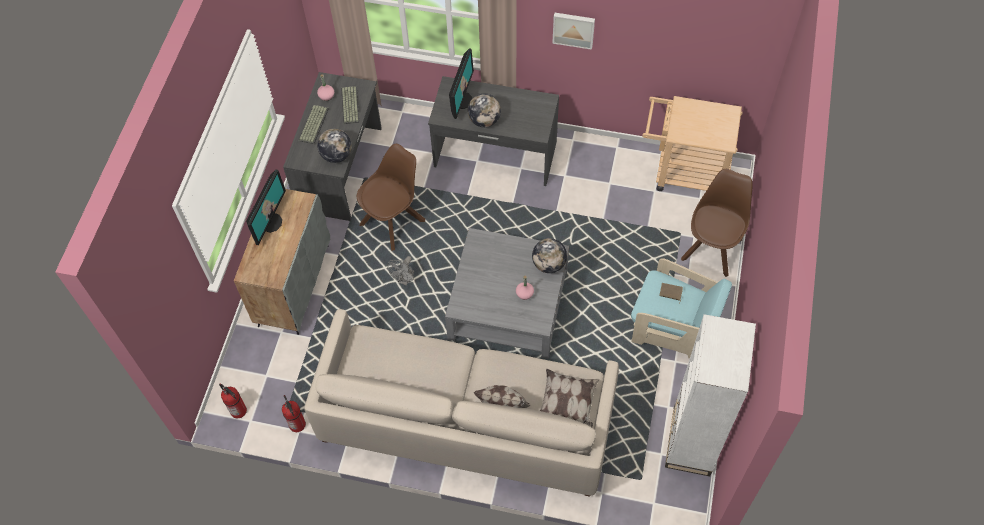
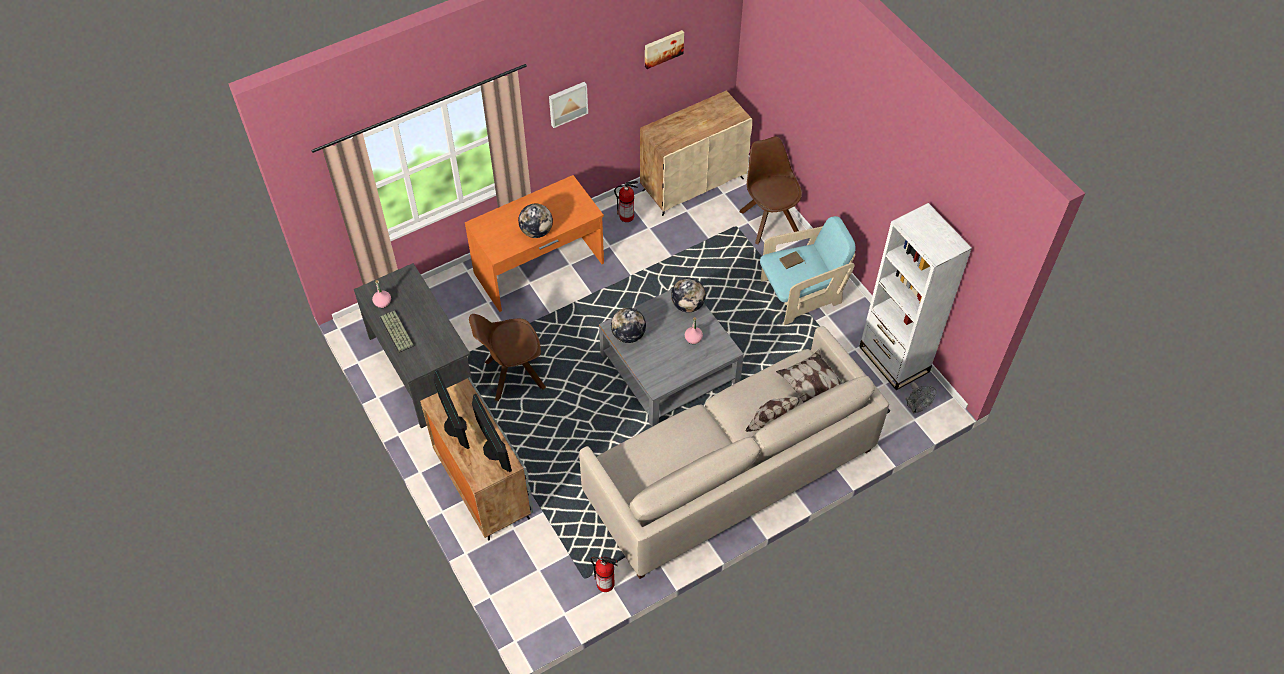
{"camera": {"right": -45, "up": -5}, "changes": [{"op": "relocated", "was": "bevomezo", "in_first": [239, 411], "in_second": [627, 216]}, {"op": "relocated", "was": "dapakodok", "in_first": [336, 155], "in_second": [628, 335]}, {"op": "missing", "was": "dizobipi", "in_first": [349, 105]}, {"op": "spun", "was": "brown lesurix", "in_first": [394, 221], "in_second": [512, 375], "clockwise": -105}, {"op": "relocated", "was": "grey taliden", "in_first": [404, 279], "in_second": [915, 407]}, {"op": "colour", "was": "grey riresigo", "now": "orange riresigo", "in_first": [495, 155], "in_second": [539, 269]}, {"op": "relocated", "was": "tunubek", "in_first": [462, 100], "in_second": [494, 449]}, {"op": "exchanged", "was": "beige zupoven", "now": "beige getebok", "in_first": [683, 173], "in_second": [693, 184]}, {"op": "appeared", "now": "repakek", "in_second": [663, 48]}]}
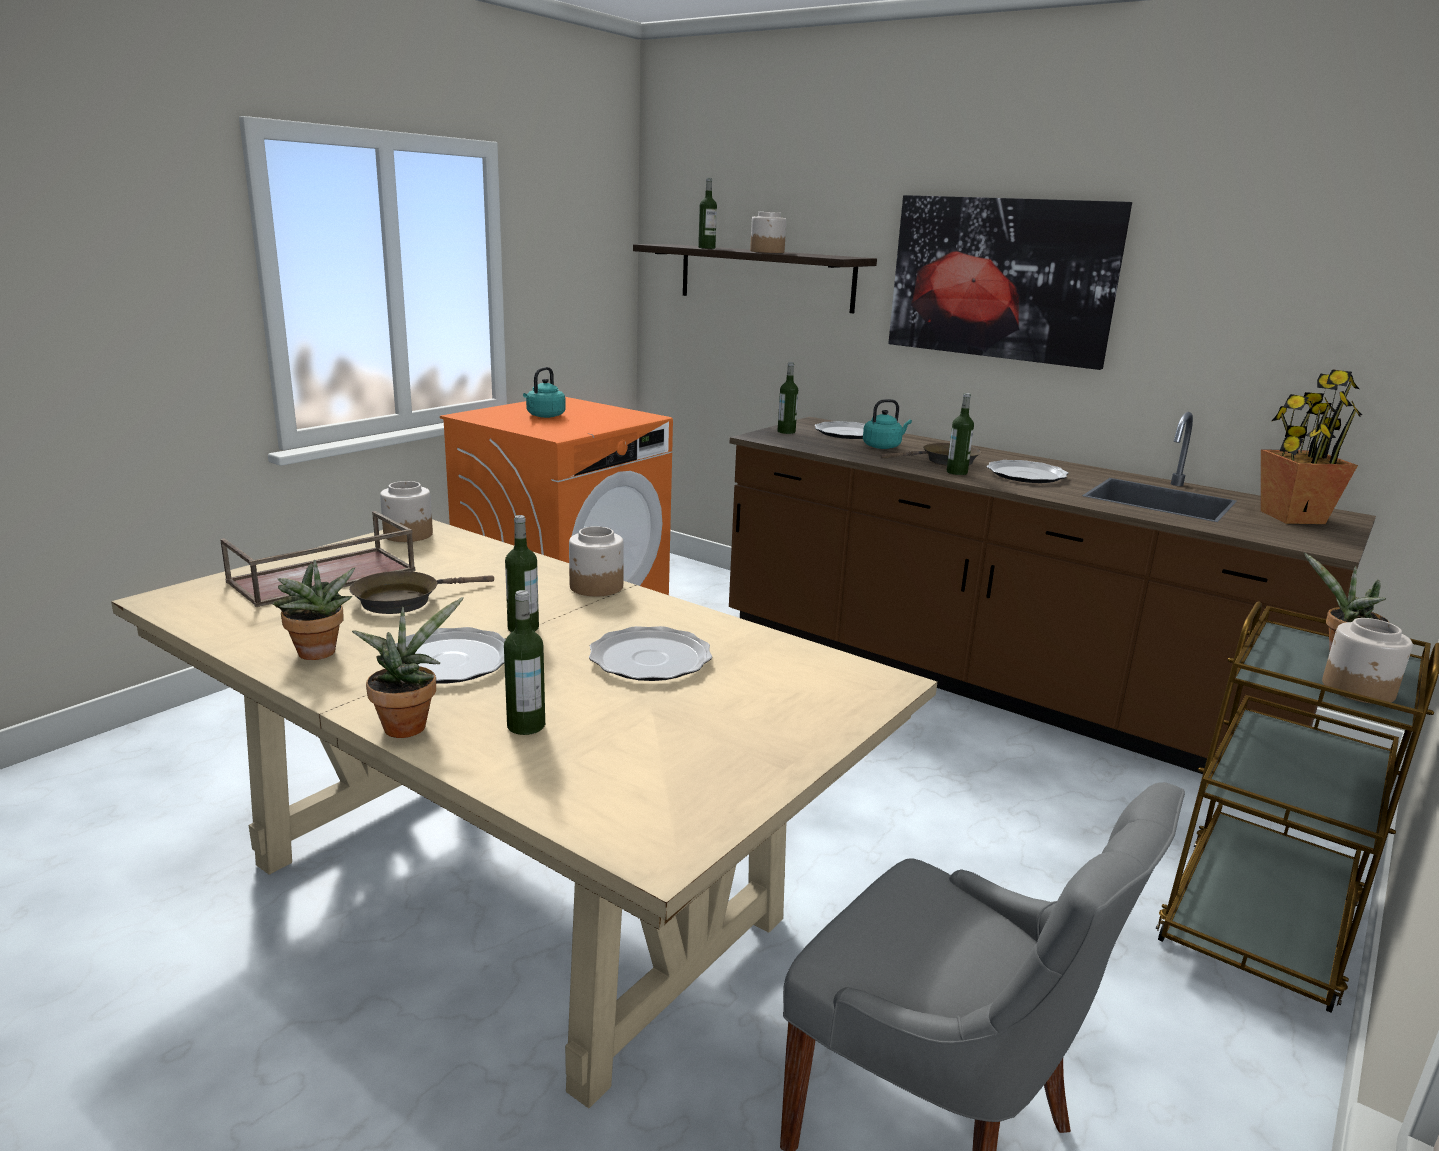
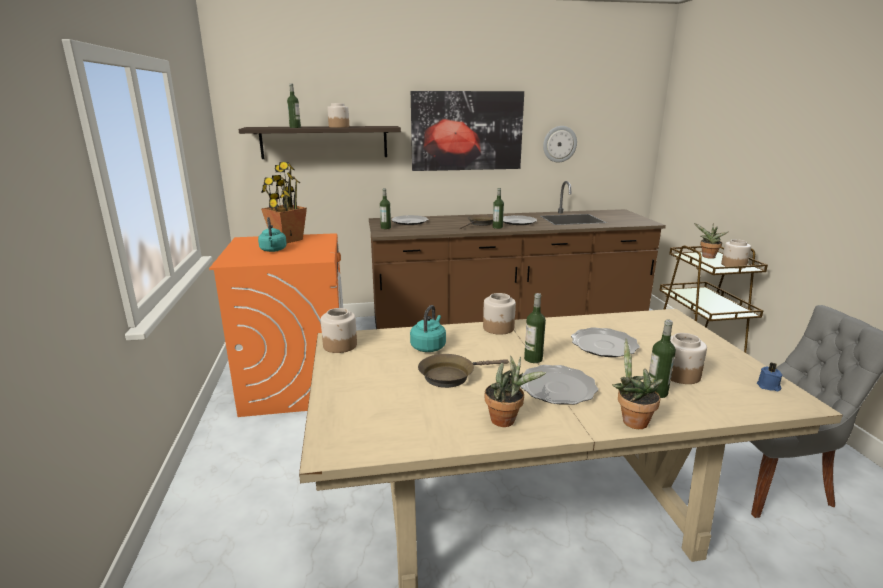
{"camera": {"right": -45, "up": 0}, "changes": [{"op": "missing", "was": "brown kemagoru", "in_first": [322, 577]}, {"op": "spun", "was": "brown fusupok", "in_first": [403, 600], "in_second": [451, 375], "clockwise": 60}, {"op": "relocated", "was": "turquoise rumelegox", "in_first": [883, 446], "in_second": [429, 346]}, {"op": "relocated", "was": "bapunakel", "in_first": [1291, 517], "in_second": [287, 240]}, {"op": "appeared", "now": "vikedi", "in_second": [559, 144]}, {"op": "appeared", "now": "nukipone", "in_second": [679, 375]}, {"op": "appeared", "now": "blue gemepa", "in_second": [768, 386]}]}
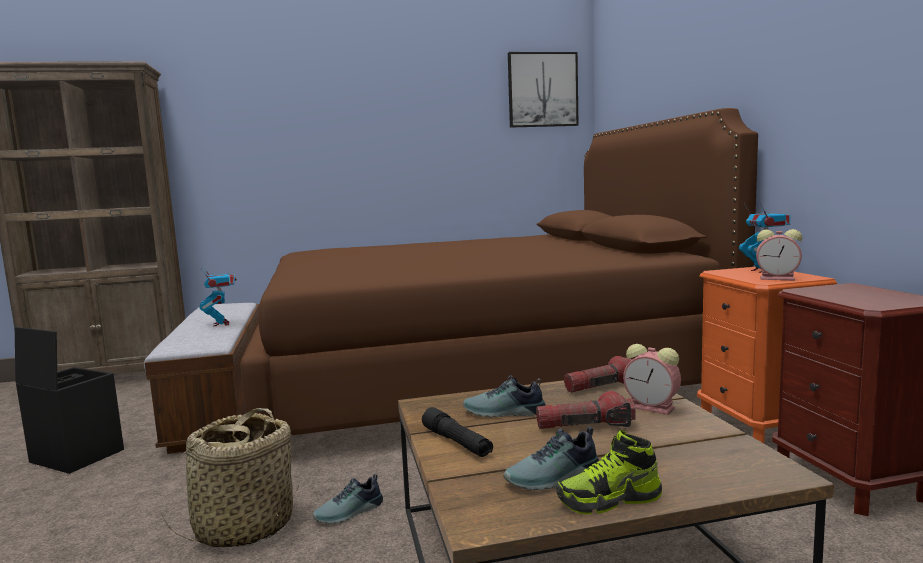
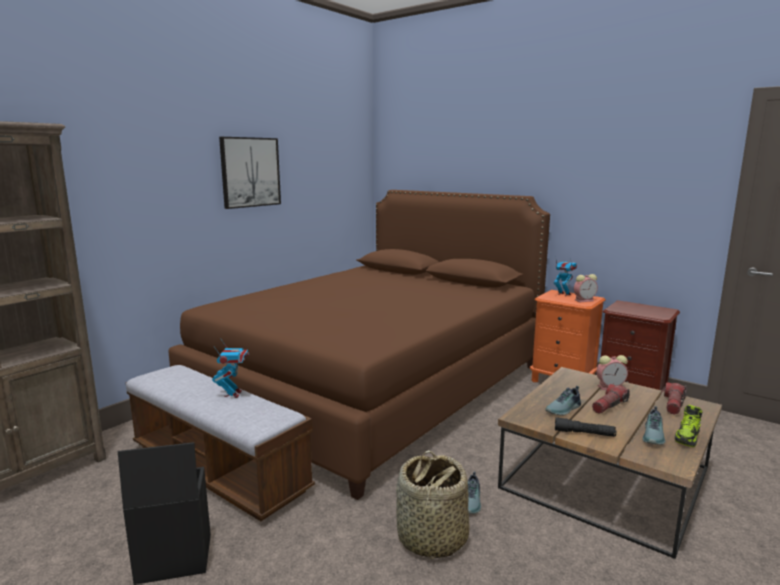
{"camera": {"right": -40, "up": 5}, "changes": [{"op": "spun", "was": "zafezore", "in_first": [221, 324], "in_second": [233, 394], "clockwise": 60}, {"op": "relocated", "was": "repakek", "in_first": [542, 90], "in_second": [250, 172]}, {"op": "relocated", "was": "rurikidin", "in_first": [603, 386], "in_second": [673, 404]}]}
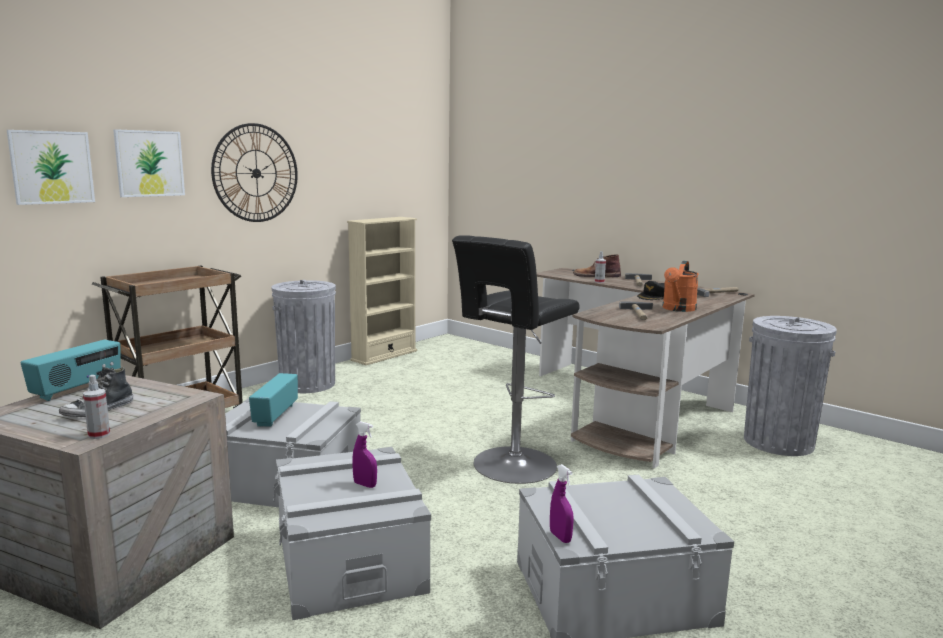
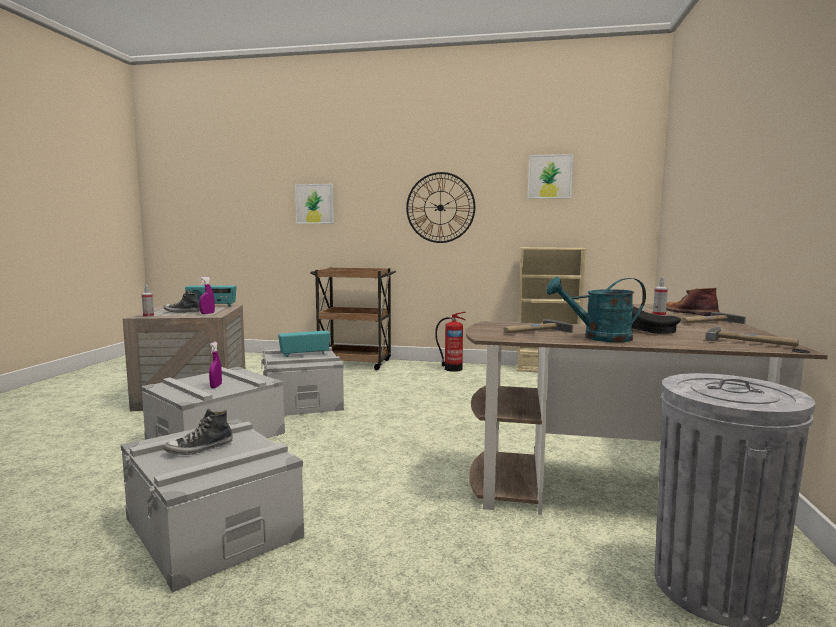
{"camera": {"right": 60, "up": -5}, "changes": [{"op": "relocated", "was": "repakek", "in_first": [149, 163], "in_second": [549, 176]}, {"op": "exchanged", "was": "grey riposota", "now": "bevomezo", "in_first": [307, 384], "in_second": [452, 369]}, {"op": "missing", "was": "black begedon", "in_first": [511, 466]}, {"op": "relocated", "was": "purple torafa", "in_first": [560, 537], "in_second": [207, 313]}, {"op": "colour", "was": "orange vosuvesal", "now": "turquoise vosuvesal", "in_first": [677, 309], "in_second": [599, 338]}, {"op": "appeared", "now": "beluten", "in_second": [199, 449]}]}
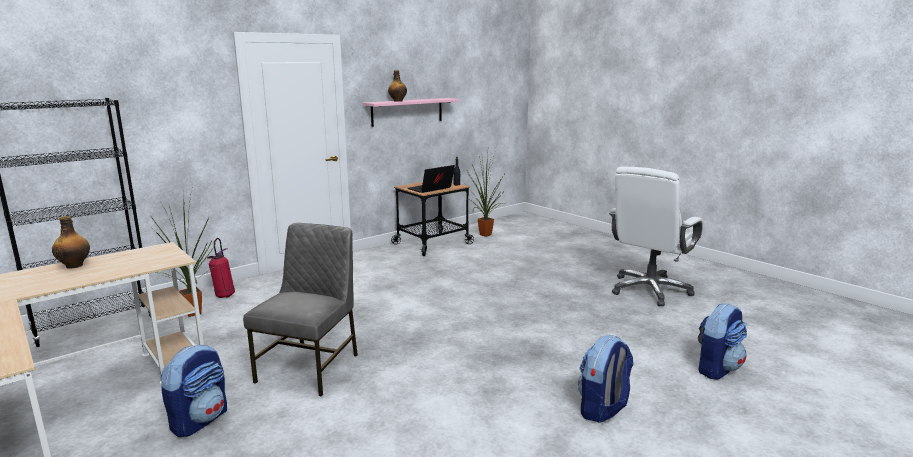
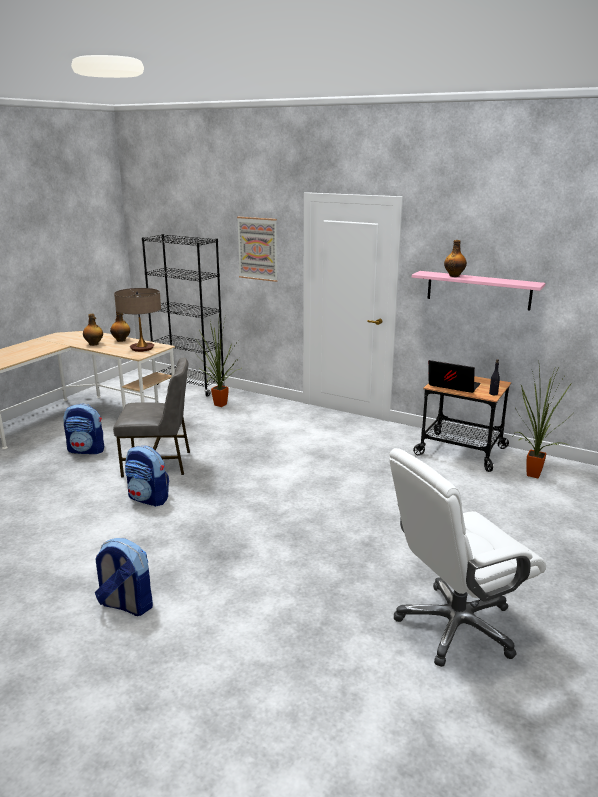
{"camera": {"right": 70, "up": 5}, "changes": [{"op": "missing", "was": "bevomezo", "in_first": [224, 296]}, {"op": "spun", "was": "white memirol", "in_first": [649, 290], "in_second": [455, 626], "clockwise": -45}, {"op": "relocated", "was": "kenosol", "in_first": [716, 368], "in_second": [149, 499]}, {"op": "appeared", "now": "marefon", "in_second": [94, 344]}, {"op": "appeared", "now": "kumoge", "in_second": [142, 348]}, {"op": "appeared", "now": "repakek", "in_second": [258, 248]}]}
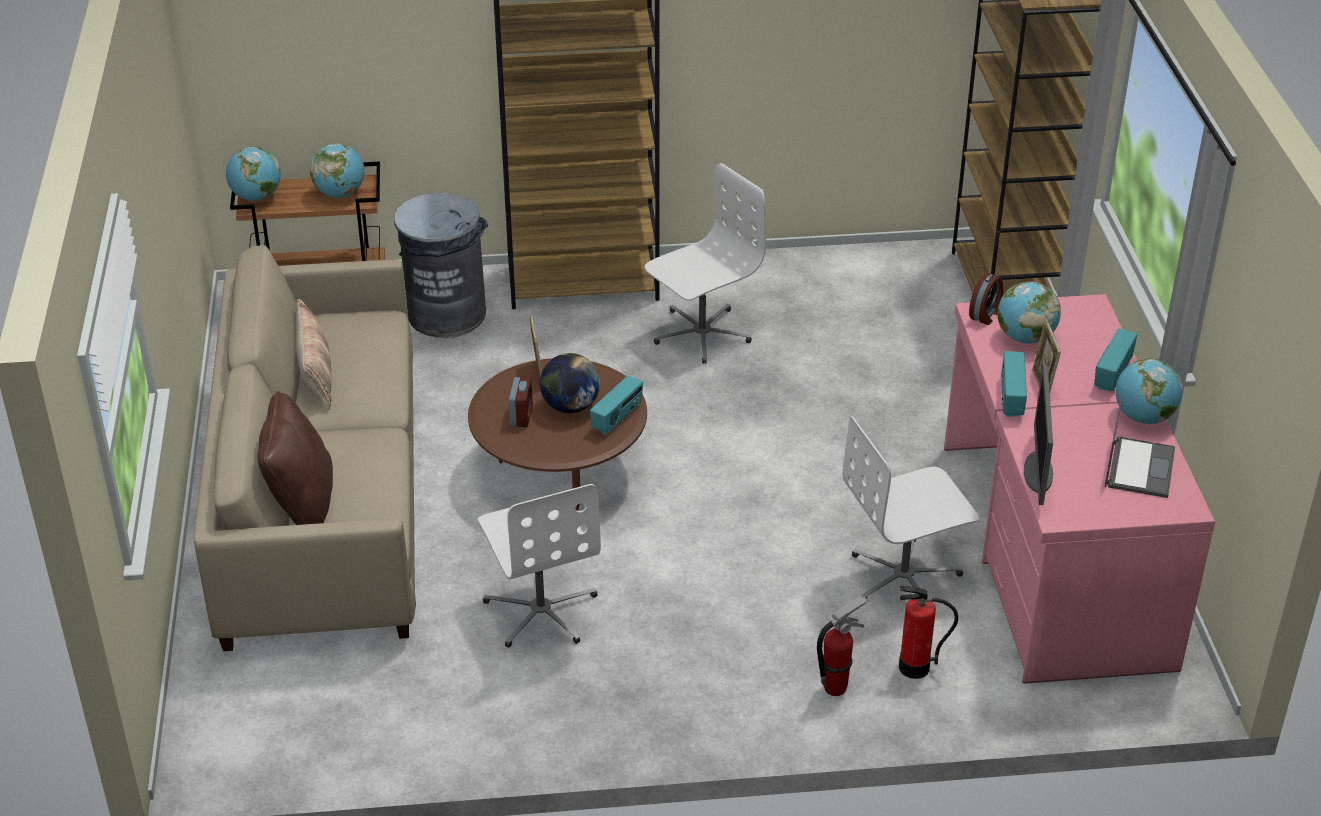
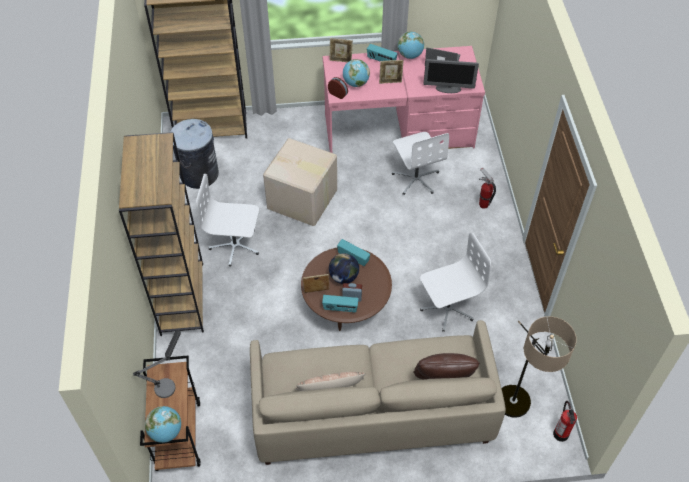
{"camera": {"right": -90, "up": 15}, "changes": [{"op": "exchanged", "was": "dapakodok", "now": "kumoge", "in_first": [340, 194], "in_second": [168, 383]}, {"op": "relocated", "was": "grey riposota", "in_first": [446, 314], "in_second": [198, 174]}, {"op": "spun", "was": "white memirol", "in_first": [701, 334], "in_second": [235, 246], "clockwise": -45}, {"op": "relocated", "was": "bevomezo", "in_first": [914, 668], "in_second": [561, 434]}, {"op": "relocated", "was": "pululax", "in_first": [1010, 398], "in_second": [340, 308]}, {"op": "appeared", "now": "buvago", "in_second": [302, 200]}, {"op": "appeared", "now": "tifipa", "in_second": [340, 60]}, {"op": "appeared", "now": "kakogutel", "in_second": [516, 414]}]}
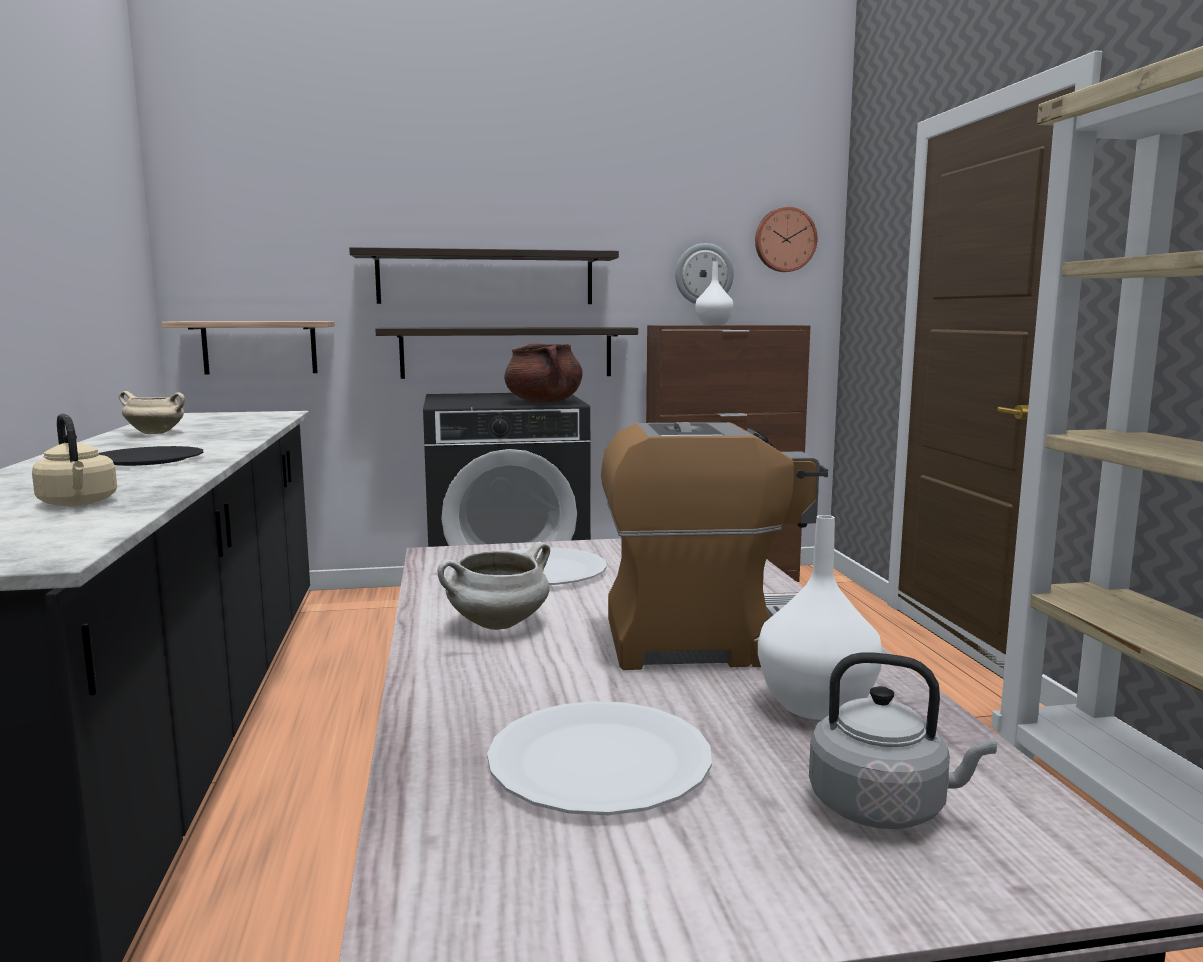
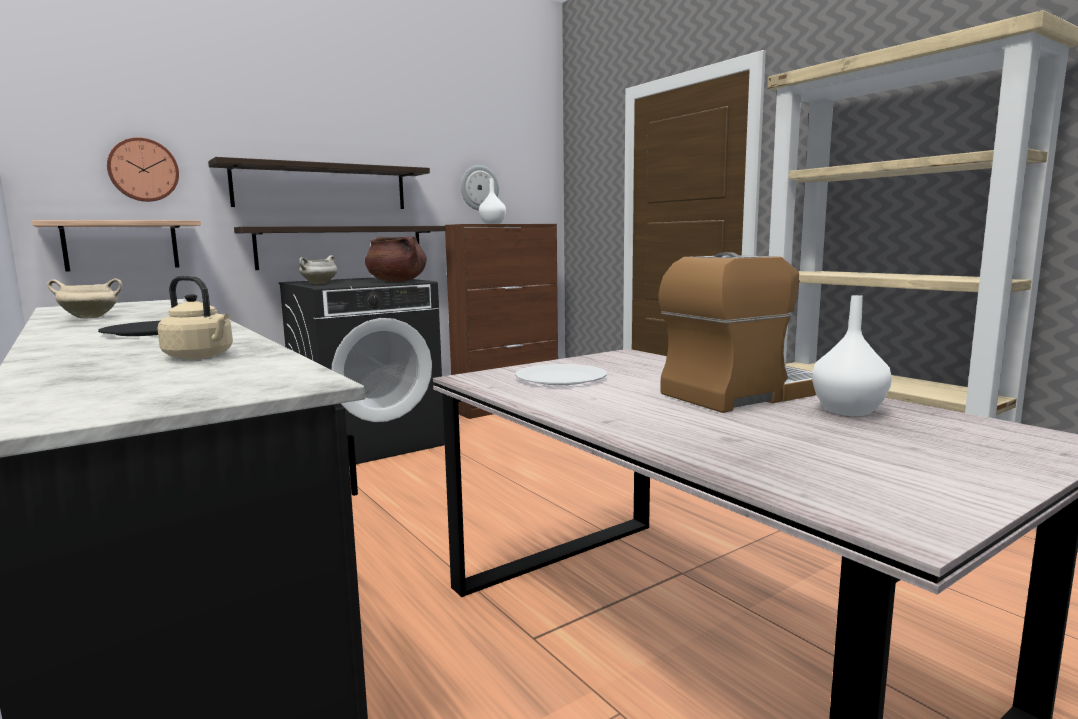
{"camera": {"right": -25, "up": 0}, "changes": [{"op": "relocated", "was": "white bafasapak", "in_first": [497, 625], "in_second": [319, 283]}, {"op": "missing", "was": "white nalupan", "in_first": [599, 761]}, {"op": "relocated", "was": "vikedi", "in_first": [784, 240], "in_second": [143, 170]}, {"op": "missing", "was": "grey rumelegox", "in_first": [884, 808]}]}
